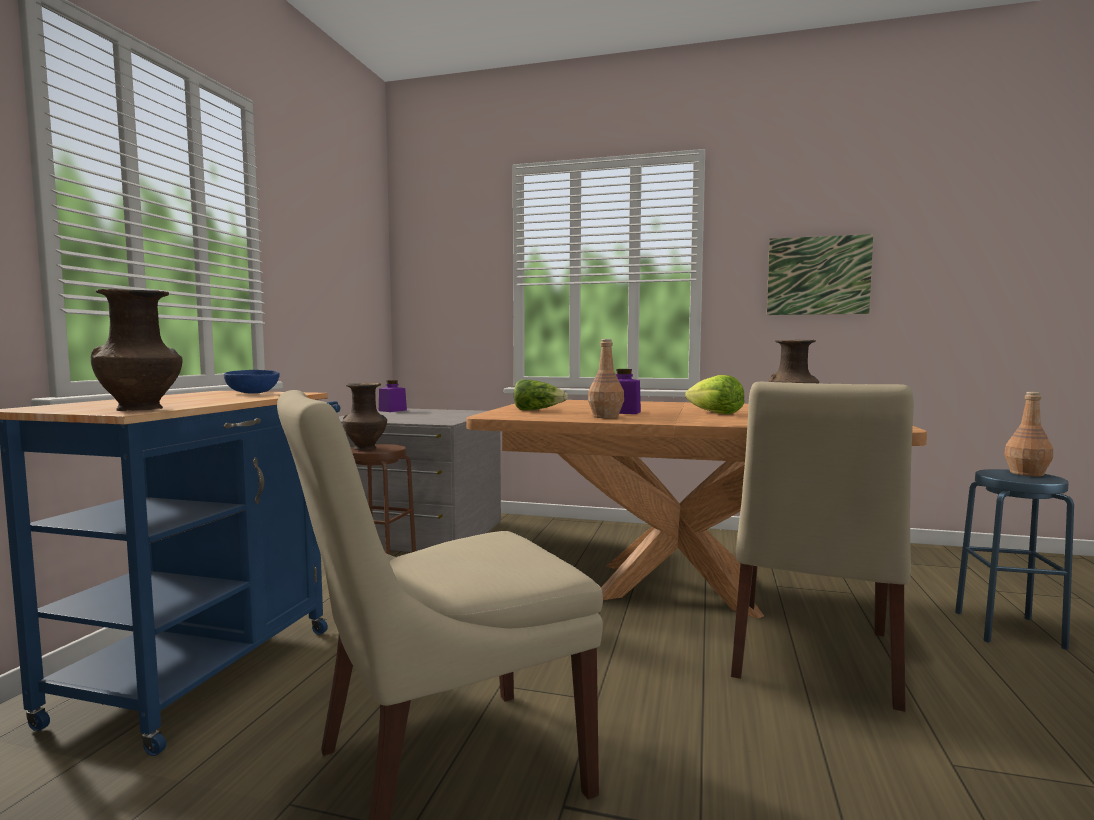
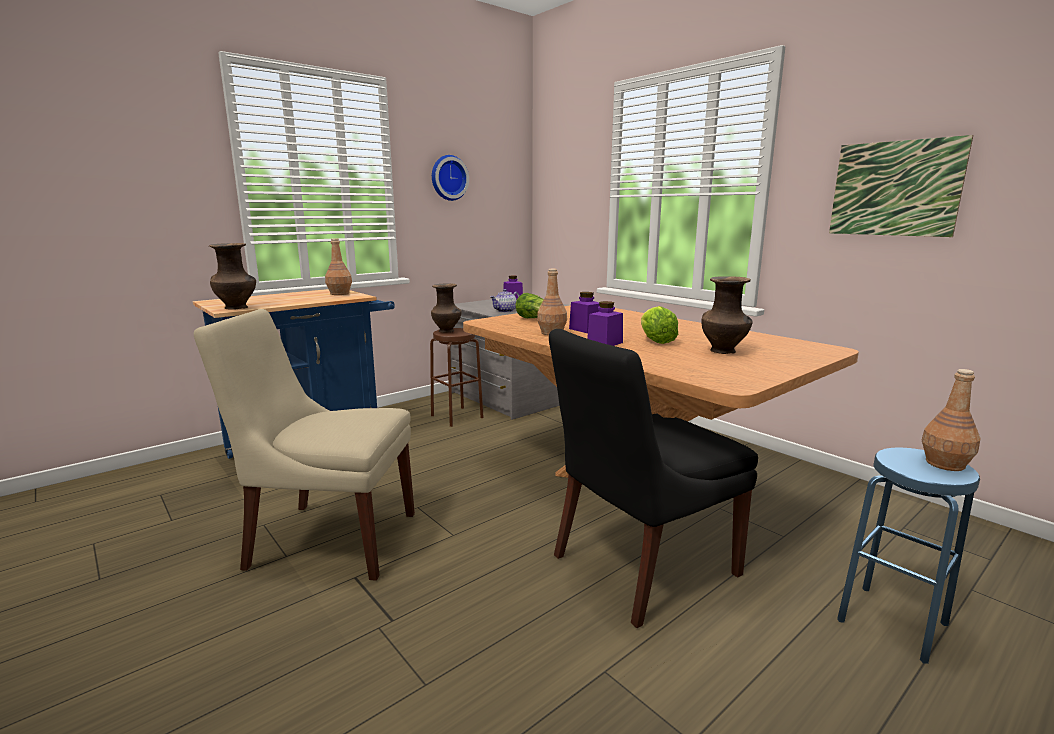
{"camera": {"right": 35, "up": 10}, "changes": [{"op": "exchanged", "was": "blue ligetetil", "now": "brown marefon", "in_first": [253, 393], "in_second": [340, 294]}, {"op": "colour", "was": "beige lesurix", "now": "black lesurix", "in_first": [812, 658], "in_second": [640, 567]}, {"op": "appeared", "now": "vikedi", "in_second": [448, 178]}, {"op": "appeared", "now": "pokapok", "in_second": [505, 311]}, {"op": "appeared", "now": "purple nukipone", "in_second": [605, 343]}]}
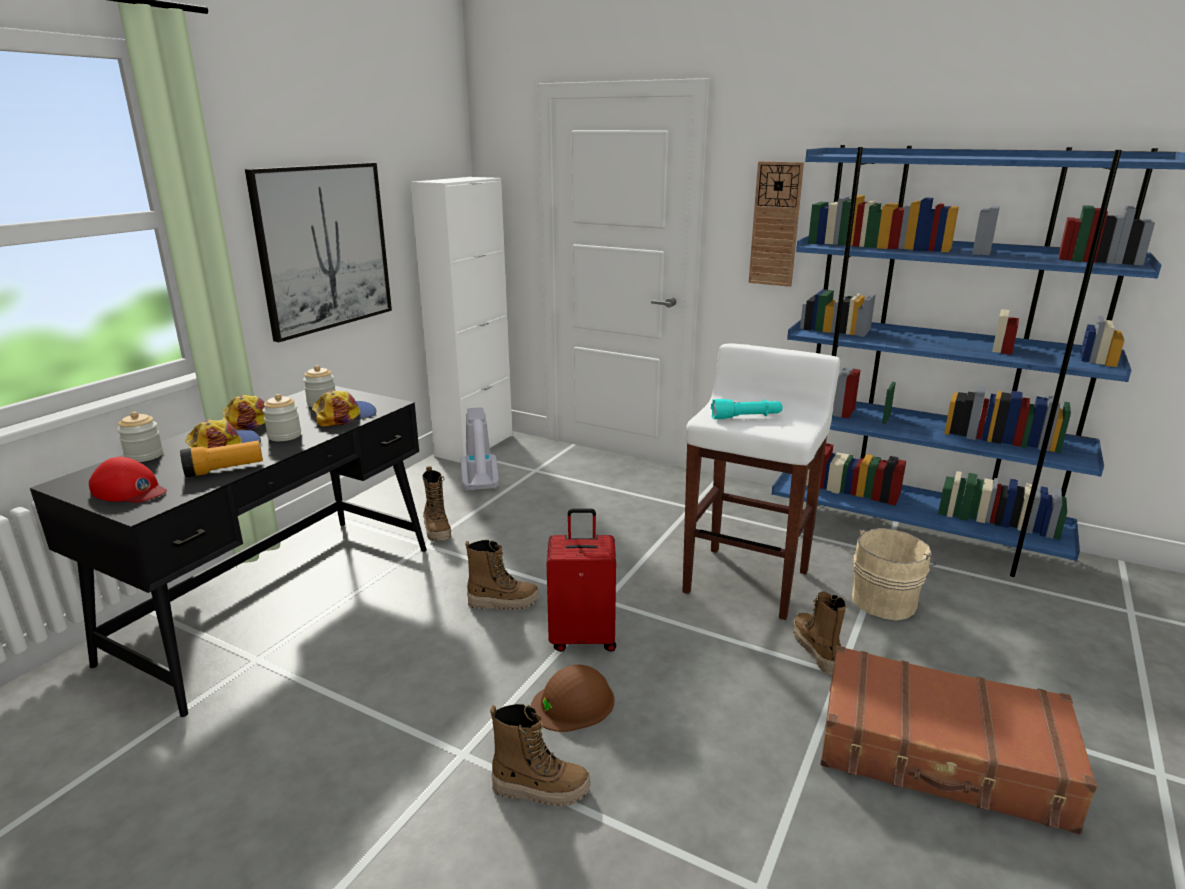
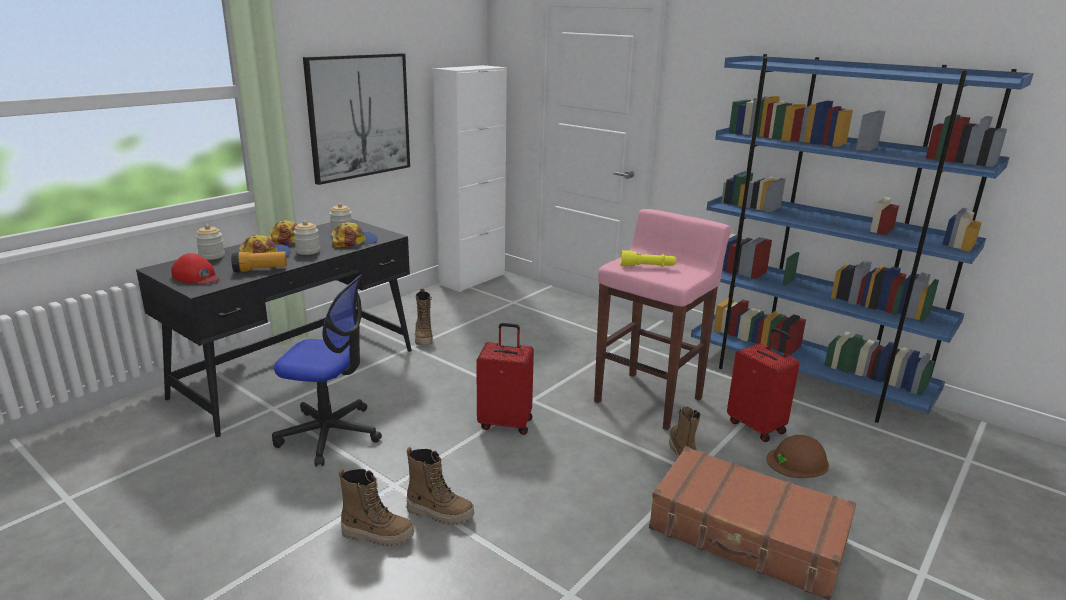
{"camera": {"right": 10, "up": 0}, "changes": [{"op": "missing", "was": "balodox", "in_first": [481, 490]}, {"op": "relocated", "was": "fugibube", "in_first": [503, 602], "in_second": [377, 535]}, {"op": "relocated", "was": "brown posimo", "in_first": [573, 703], "in_second": [798, 461]}, {"op": "colour", "was": "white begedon", "now": "pink begedon", "in_first": [747, 581], "in_second": [649, 399]}, {"op": "colour", "was": "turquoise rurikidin", "now": "yellow rurikidin", "in_first": [746, 417], "in_second": [647, 266]}, {"op": "missing", "was": "vikedi", "in_first": [775, 224]}, {"op": "exchanged", "was": "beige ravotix", "now": "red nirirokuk", "in_first": [885, 600], "in_second": [757, 426]}, {"op": "appeared", "now": "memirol", "in_second": [330, 434]}]}
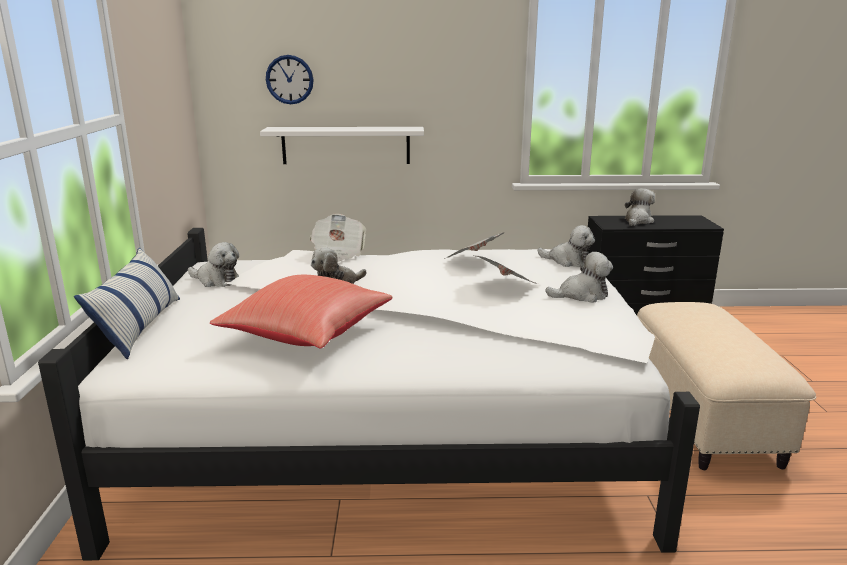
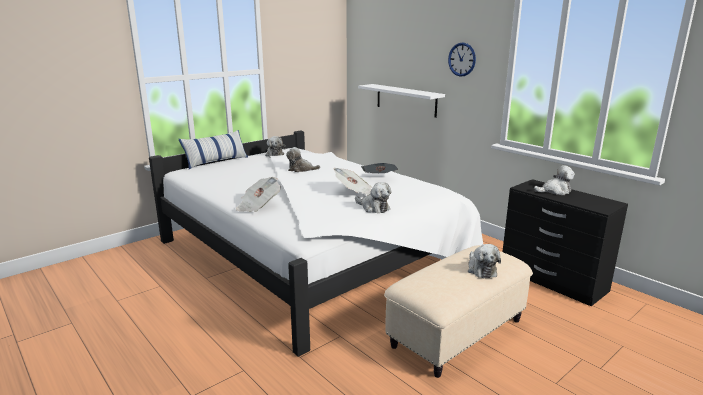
{"camera": {"right": 50, "up": 0}, "changes": [{"op": "missing", "was": "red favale", "in_first": [308, 335]}, {"op": "relocated", "was": "vikedi", "in_first": [289, 79], "in_second": [462, 59]}, {"op": "relocated", "was": "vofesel", "in_first": [338, 253], "in_second": [258, 206]}, {"op": "relocated", "was": "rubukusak", "in_first": [568, 261], "in_second": [481, 269]}]}
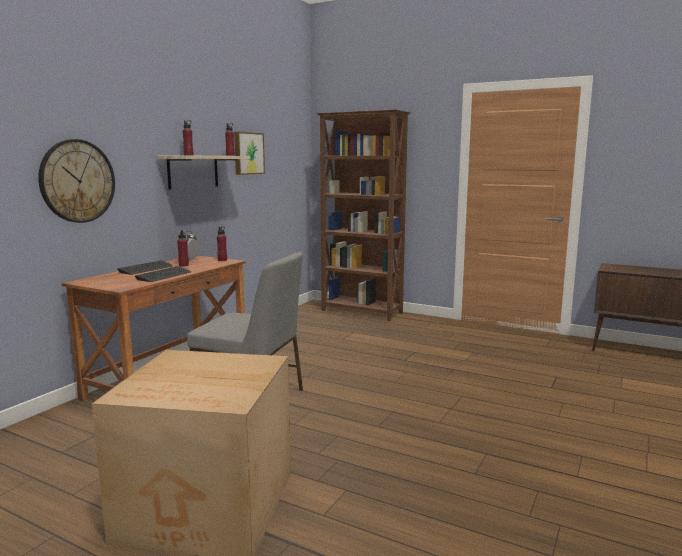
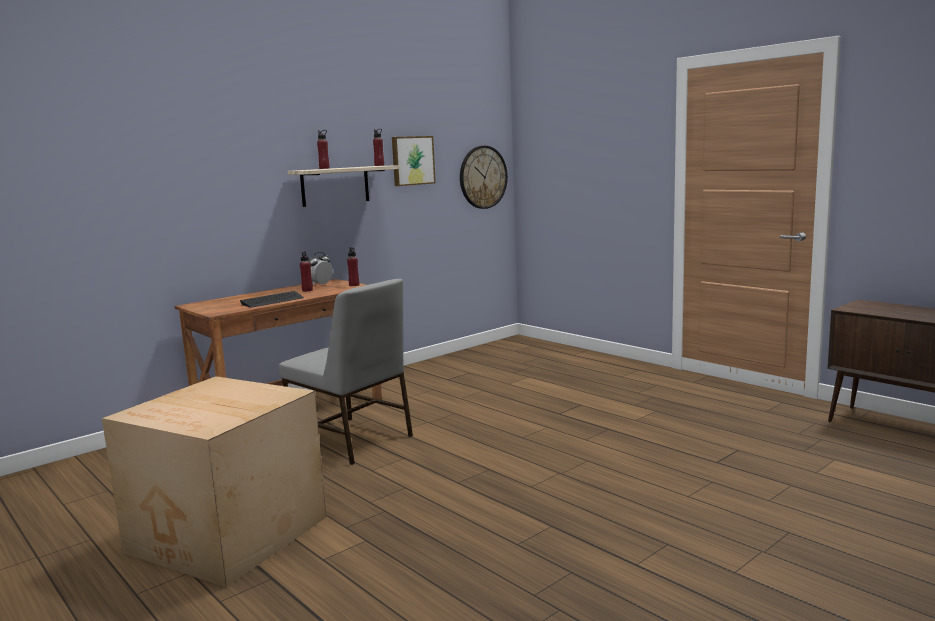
{"camera": {"right": 20, "up": 0}, "changes": [{"op": "relocated", "was": "vikedi", "in_first": [77, 181], "in_second": [483, 177]}, {"op": "missing", "was": "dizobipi", "in_first": [146, 269]}, {"op": "missing", "was": "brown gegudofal", "in_first": [362, 312]}]}
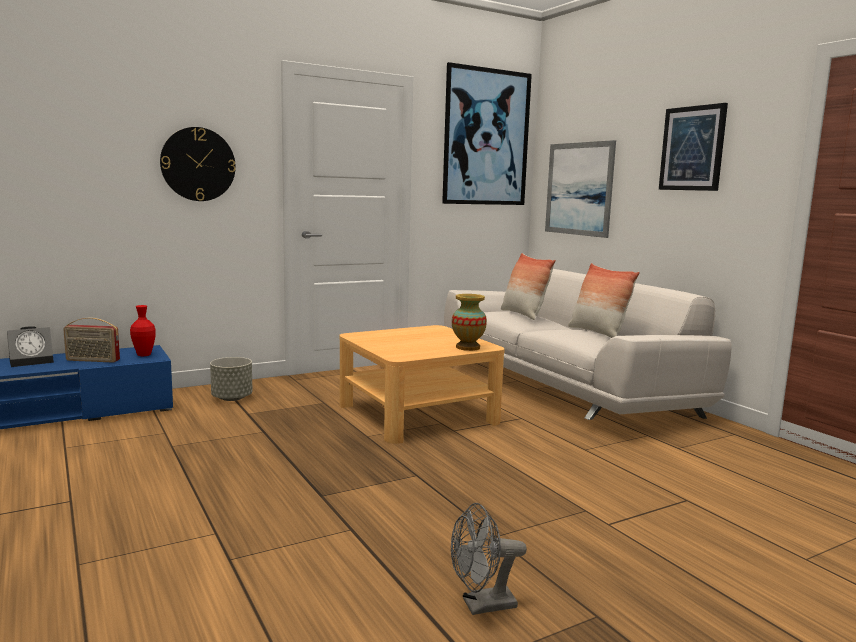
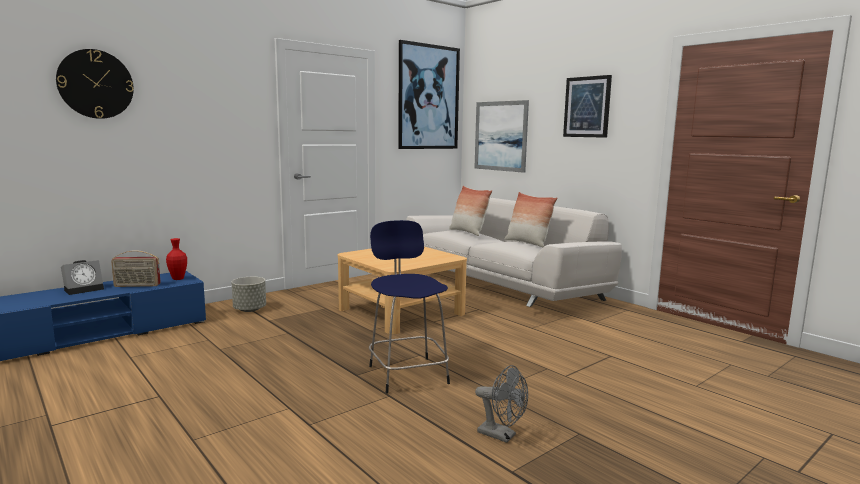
{"camera": {"right": -10, "up": 0}, "changes": [{"op": "relocated", "was": "vikedi", "in_first": [198, 164], "in_second": [95, 84]}, {"op": "spun", "was": "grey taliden", "in_first": [481, 606], "in_second": [502, 435], "clockwise": -120}, {"op": "missing", "was": "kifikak", "in_first": [467, 347]}, {"op": "appeared", "now": "blue begedon", "in_second": [407, 373]}]}
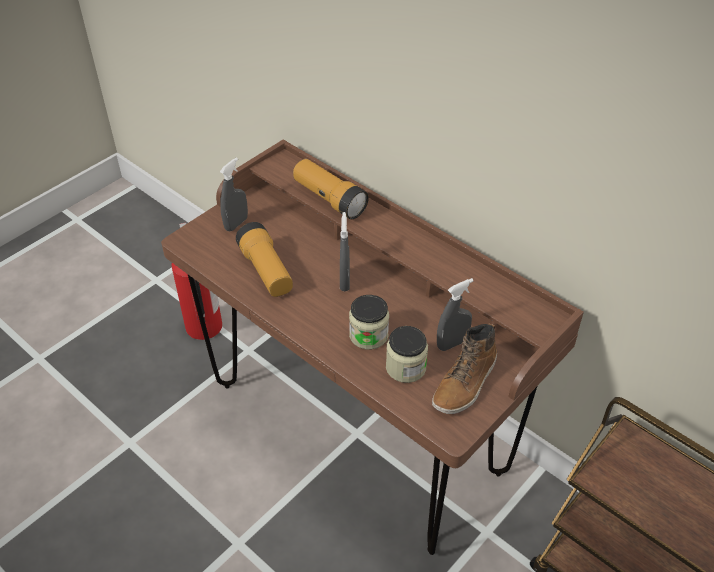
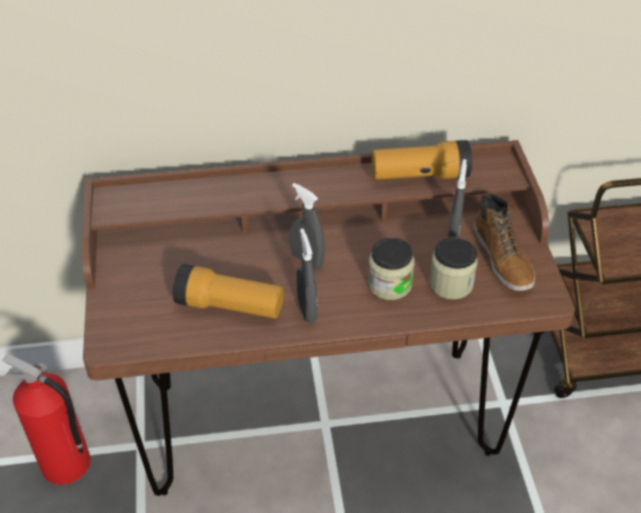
{"camera": {"right": -50, "up": 0}, "changes": [{"op": "relocated", "was": "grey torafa", "in_first": [236, 224], "in_second": [307, 310]}, {"op": "relocated", "was": "rurikidin", "in_first": [329, 199], "in_second": [419, 175]}]}
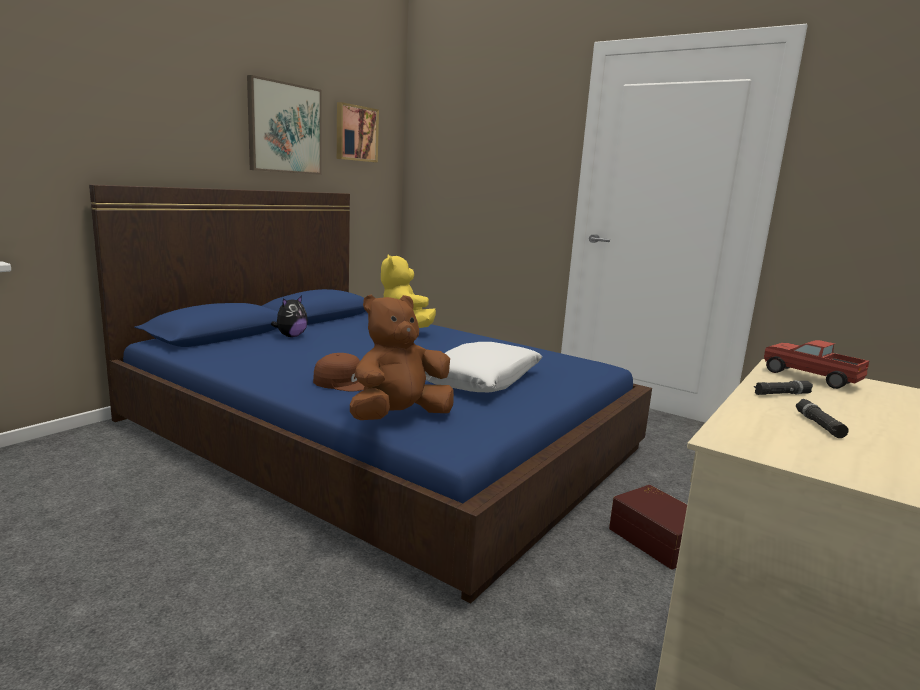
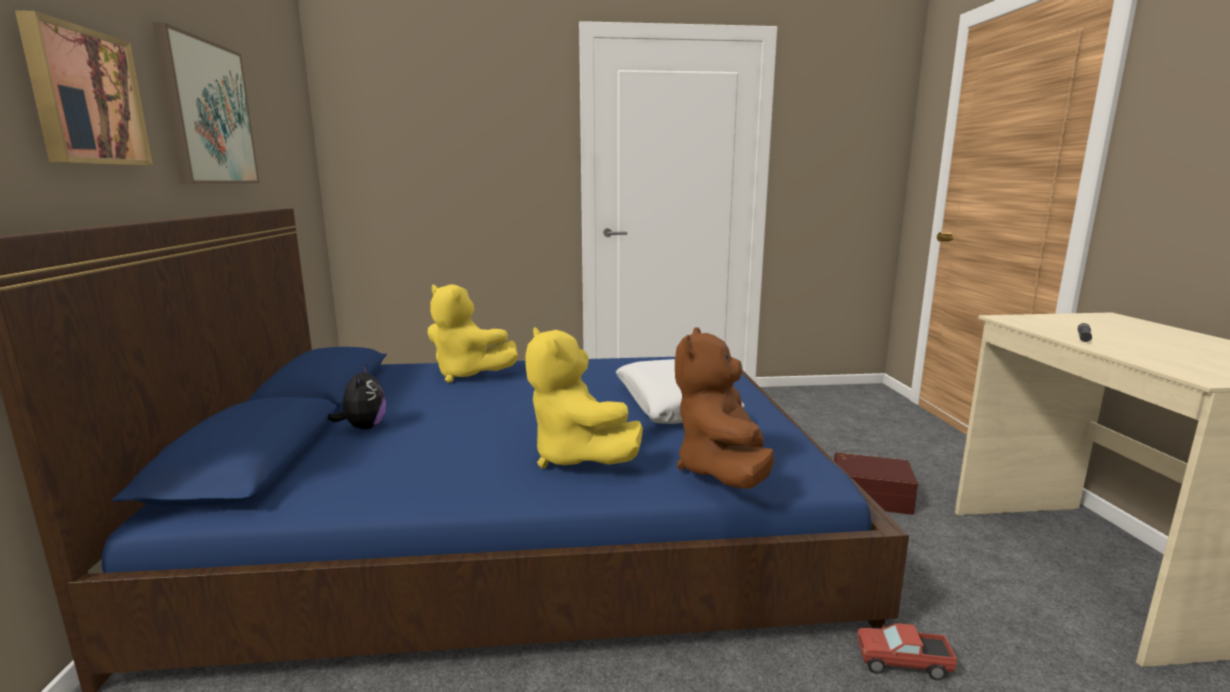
{"camera": {"right": -40, "up": 0}, "changes": [{"op": "exchanged", "was": "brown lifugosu", "now": "yellow rubukusak", "in_first": [345, 382], "in_second": [576, 458]}, {"op": "relocated", "was": "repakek", "in_first": [355, 133], "in_second": [84, 97]}, {"op": "relocated", "was": "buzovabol", "in_first": [810, 378], "in_second": [903, 664]}, {"op": "missing", "was": "black rurikidin", "in_first": [819, 424]}]}
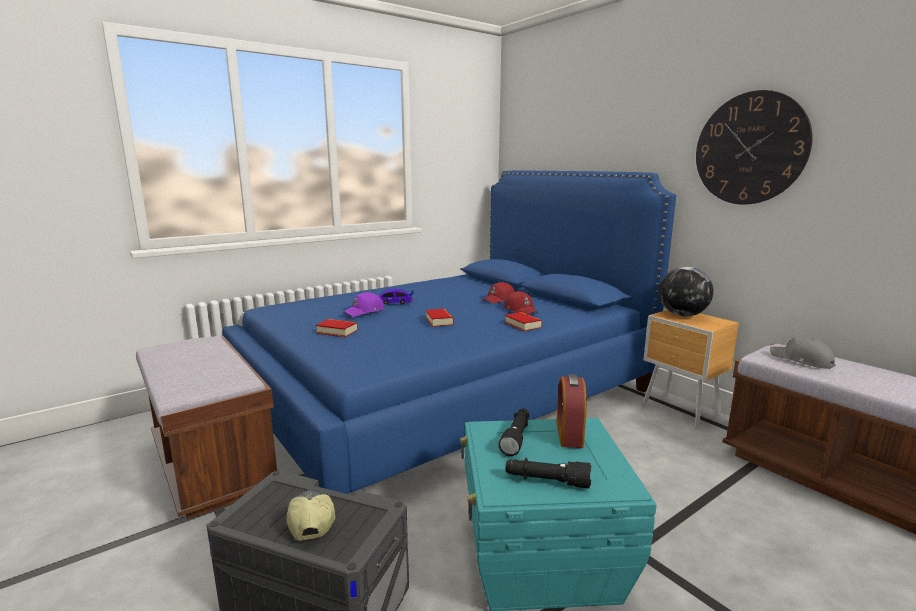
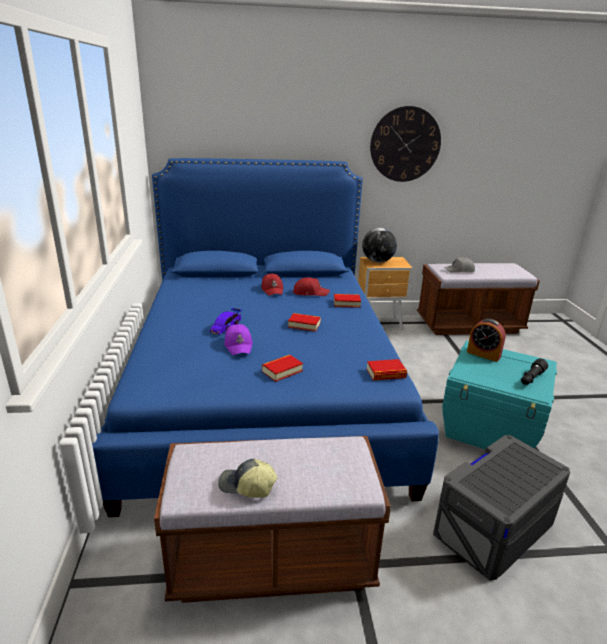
{"camera": {"right": -60, "up": 10}, "changes": [{"op": "relocated", "was": "lifugosu", "in_first": [310, 521], "in_second": [247, 486]}, {"op": "missing", "was": "black rurikidin", "in_first": [516, 437]}, {"op": "appeared", "now": "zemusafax", "in_second": [386, 374]}]}
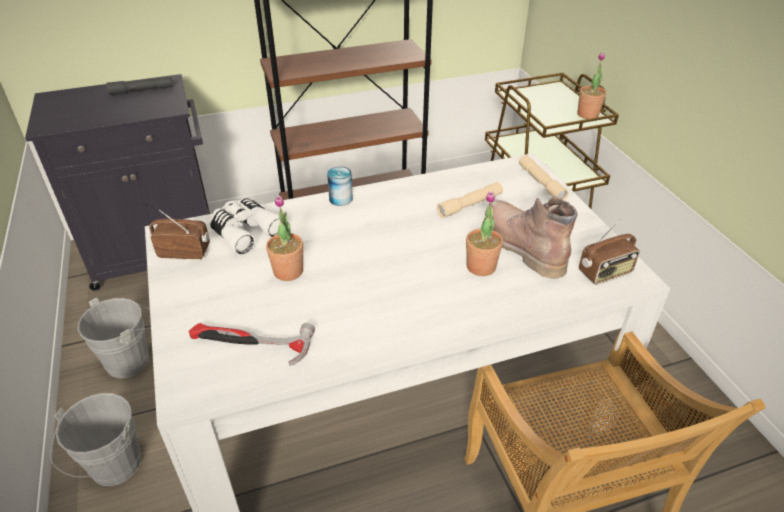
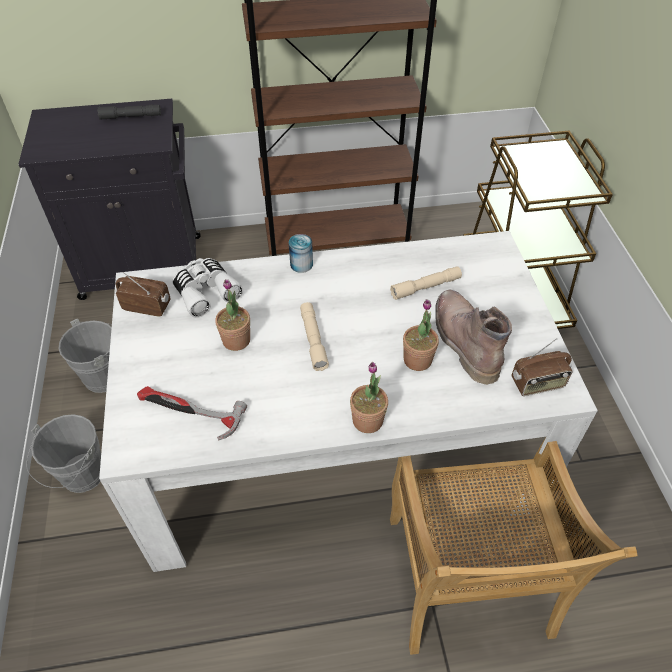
{"camera": {"right": 10, "up": 10}, "changes": [{"op": "relocated", "was": "beige rurikidin", "in_first": [541, 183], "in_second": [313, 340]}, {"op": "relocated", "was": "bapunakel", "in_first": [587, 114], "in_second": [367, 420]}]}
